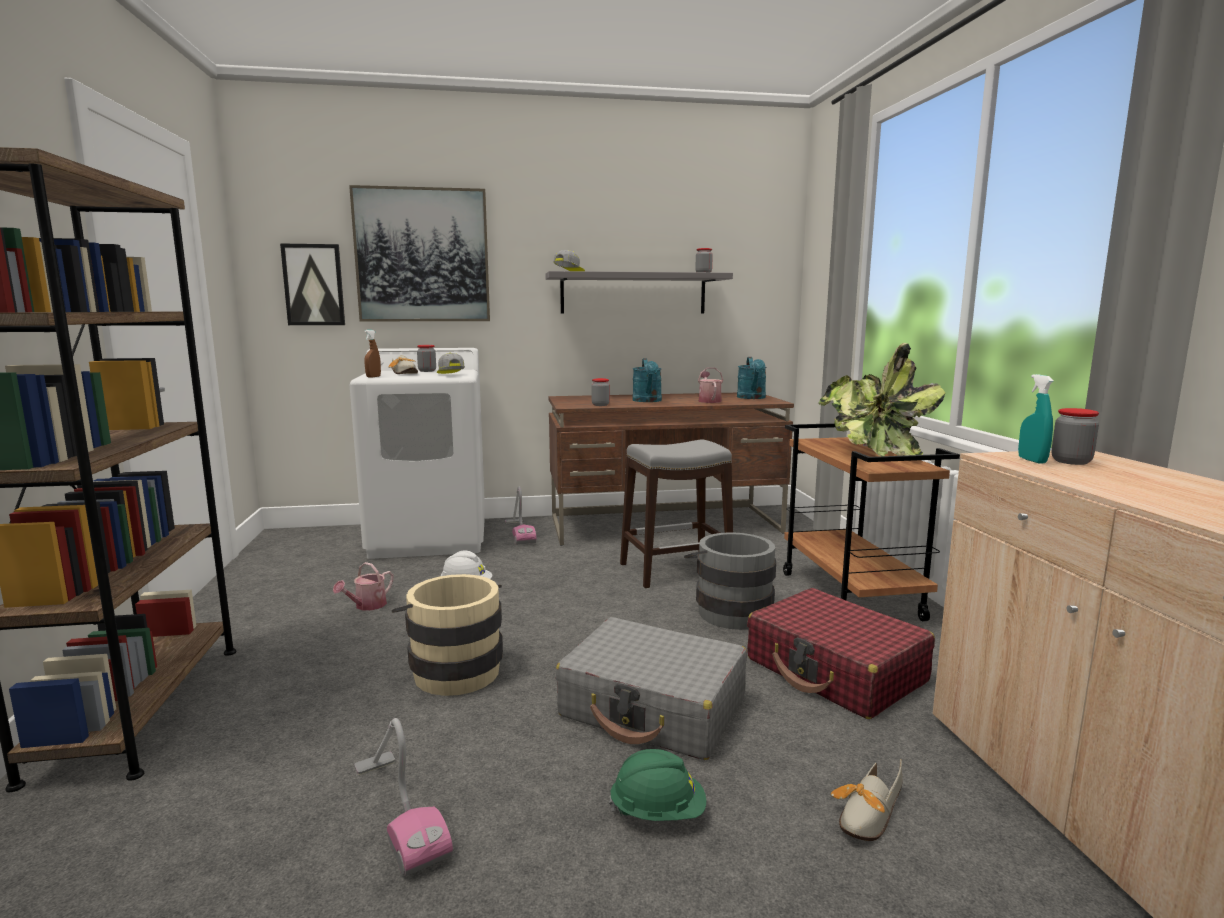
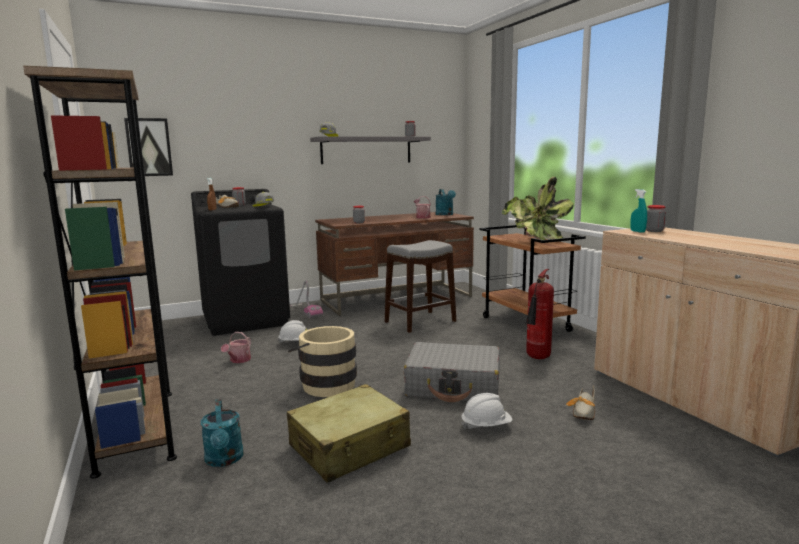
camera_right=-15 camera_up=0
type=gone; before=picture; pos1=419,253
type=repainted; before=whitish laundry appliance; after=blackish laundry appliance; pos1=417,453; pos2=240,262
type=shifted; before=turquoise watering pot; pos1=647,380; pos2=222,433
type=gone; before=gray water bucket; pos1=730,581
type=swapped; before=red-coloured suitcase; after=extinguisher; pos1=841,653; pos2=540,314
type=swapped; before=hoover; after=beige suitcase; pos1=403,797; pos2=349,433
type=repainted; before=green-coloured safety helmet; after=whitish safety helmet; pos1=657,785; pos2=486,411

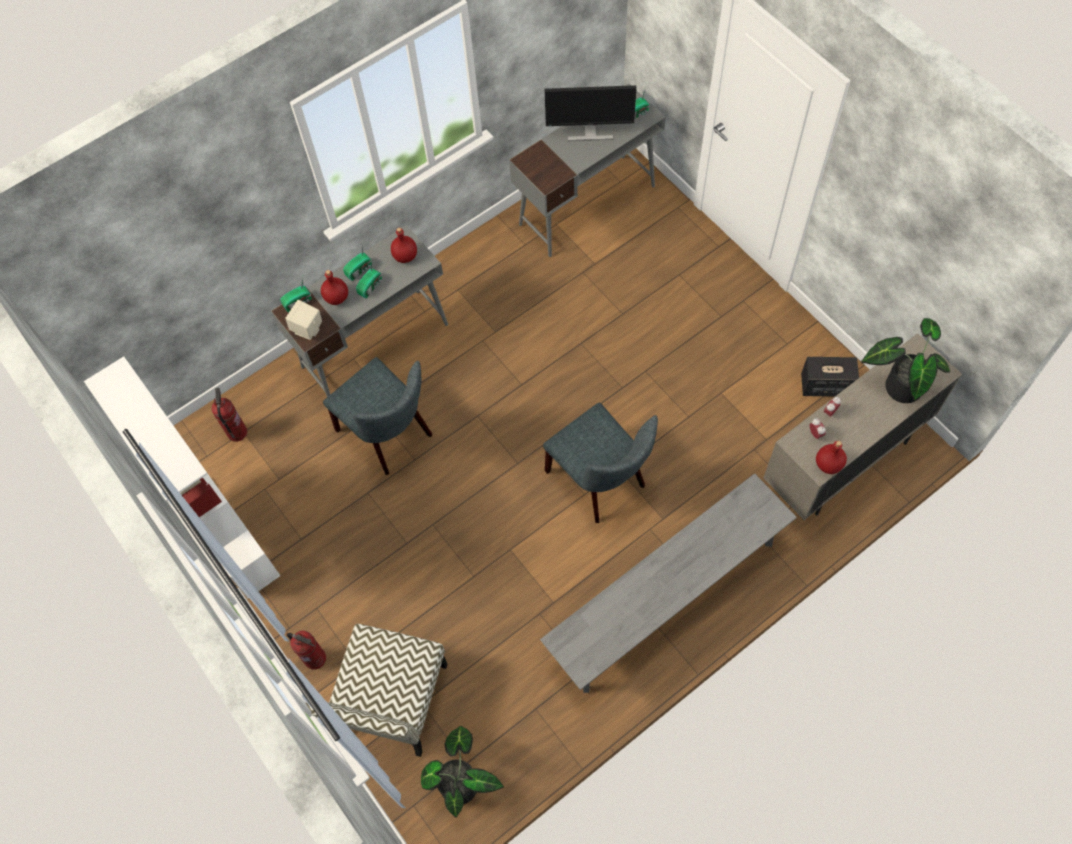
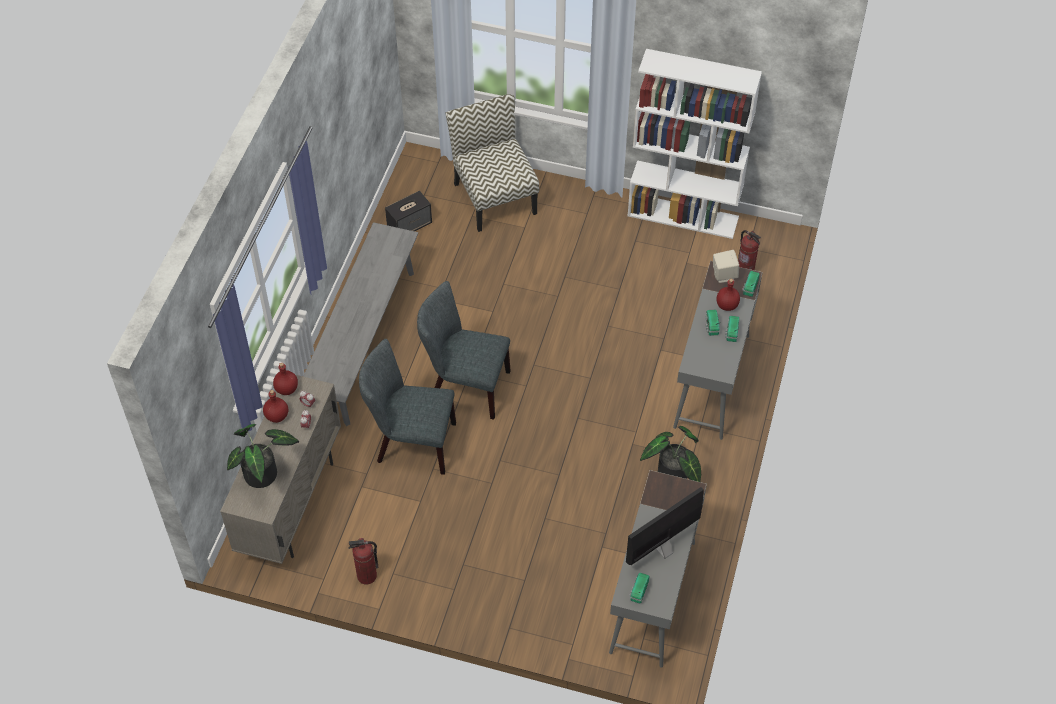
camera_right=140 camera_up=-10
type=shifted; before=red-coloured beverage bottle; pos1=404,245; pos2=275,406
type=shifted; before=gray upright chair; pos1=377,416; pos2=407,407
type=shifted; before=loudspeaker; pos1=830,376; pos2=408,211
type=shifted; before=extinguisher; pos1=306,650; pos2=363,561
type=shifted; before=plant in a pot; pos1=462,772; pos2=670,454

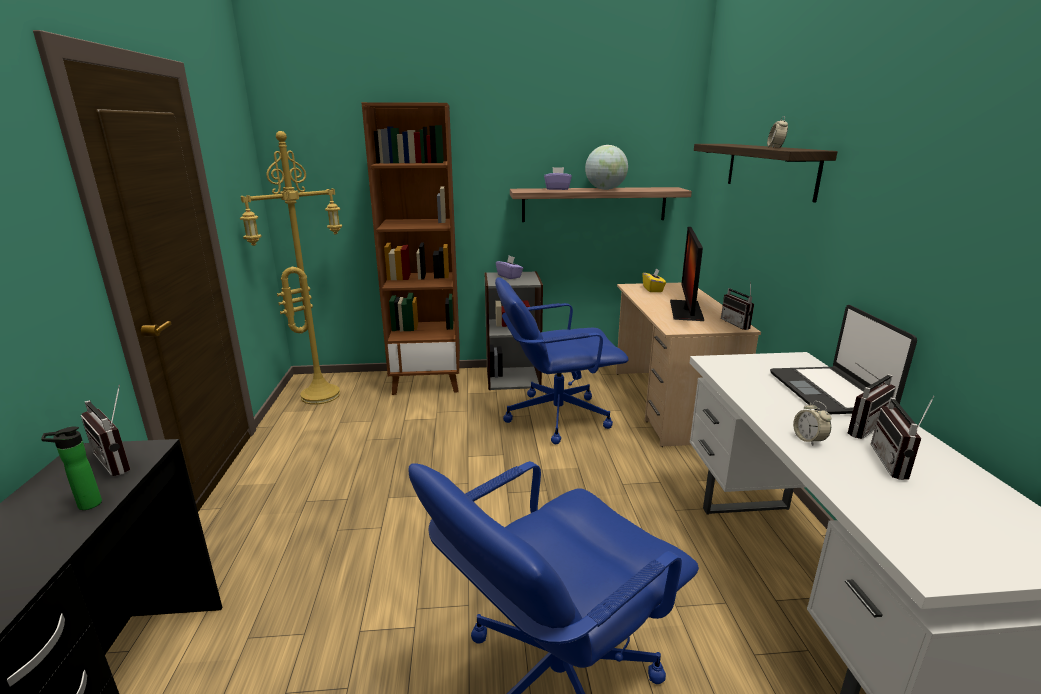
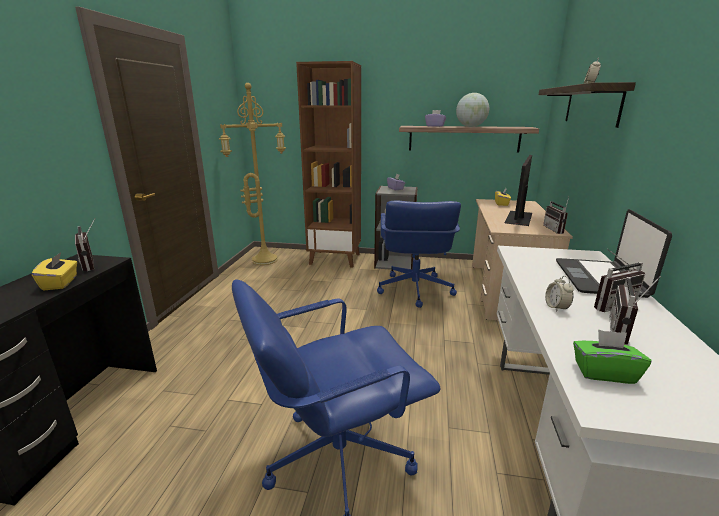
camera_right=15 camera_up=0
type=rotated; before=blue-coloured desk chair; pos1=562,360; pos2=419,254; turn=-90
type=swapped; before=beverage bottle; after=yellow-coloured tissue box; pos1=71,468; pos2=54,271
type=new; after=green-coloured tissue box; pos2=612,357

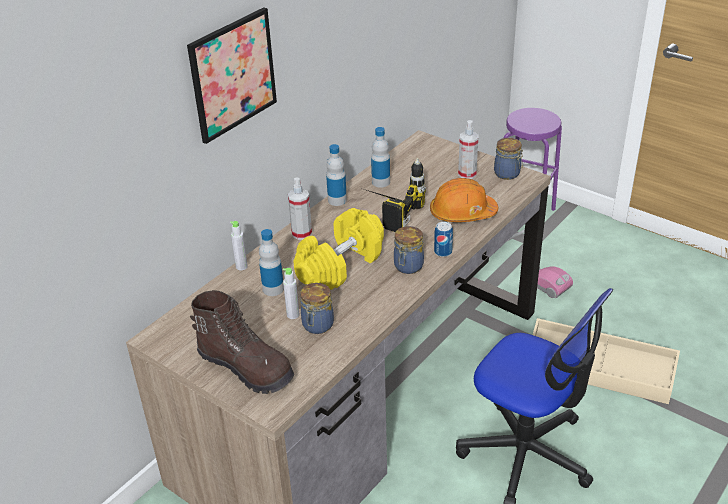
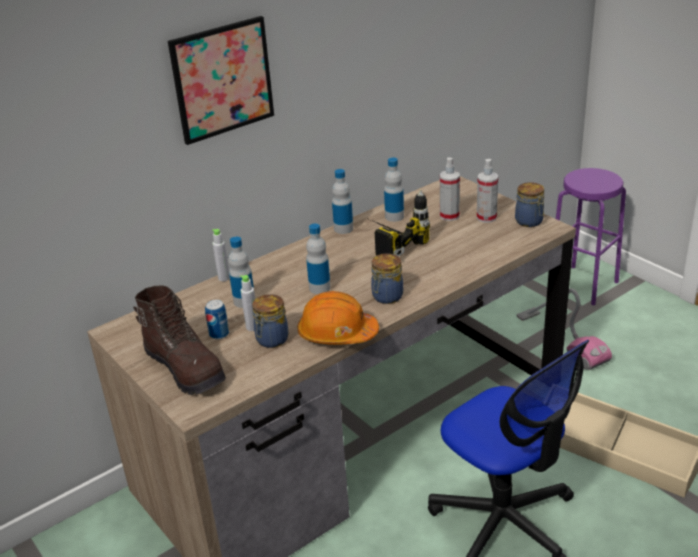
camera_right=15 camera_up=-5
type=shifted; before=spray bottle; pos1=300,208; pos2=450,189
type=shifted; before=orange safety helmet; pos1=464,200; pos2=338,318
type=swapped; before=yellow-coloured hand weight; after=beverage bottle; pos1=338,249; pos2=318,259
type=shifted; before=metal can; pos1=443,239; pos2=217,319

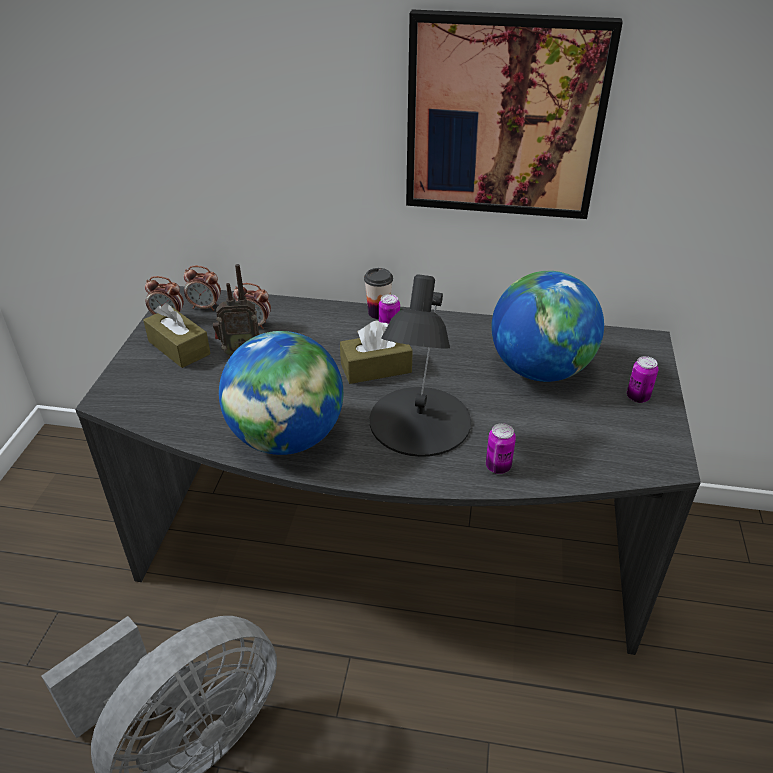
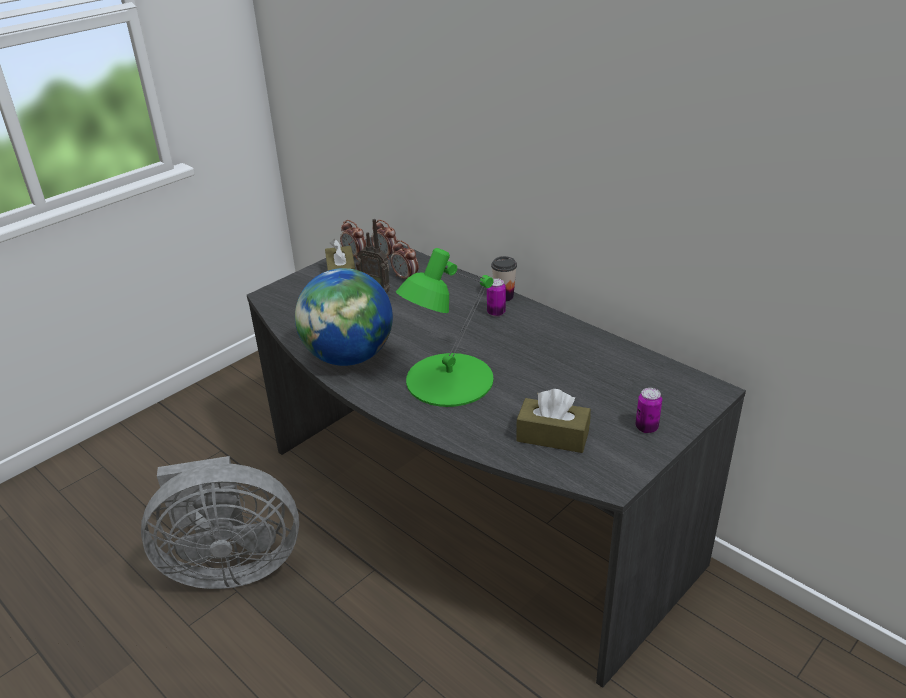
camera_right=35 camera_up=-5
type=gone; before=picture; pos1=514,114
type=gone; before=world globe; pos1=547,326
type=repainted; before=blackish tabletop lamp; after=green-coloured tabletop lamp; pos1=420,365; pos2=445,327
type=shifted; before=brownish tissue box; pos1=376,352; pos2=553,421
type=gone; before=metal can; pos1=501,448

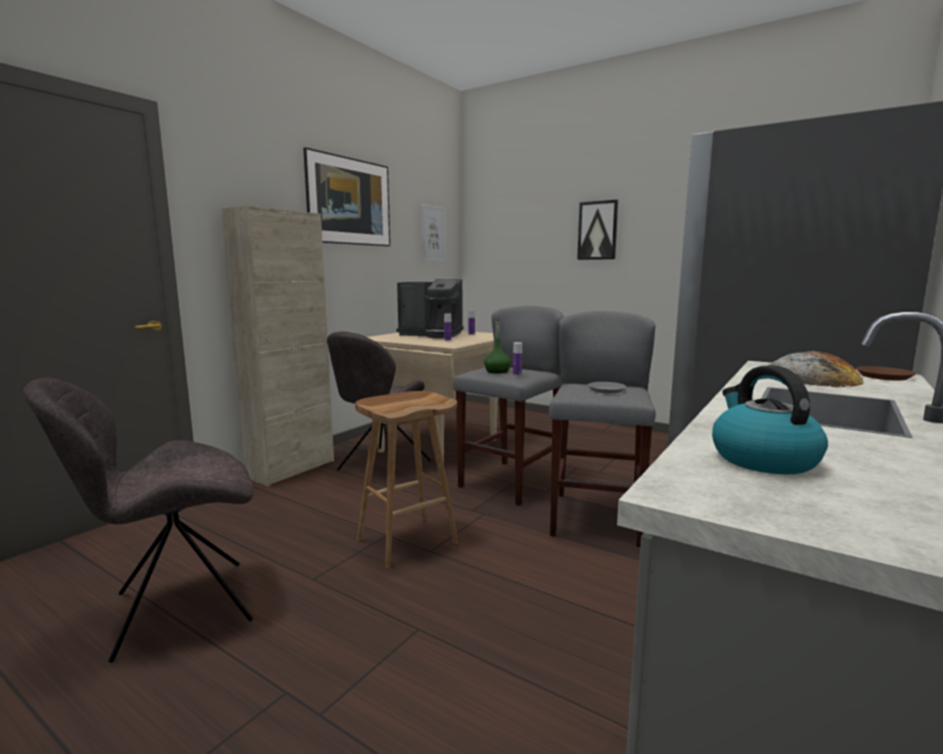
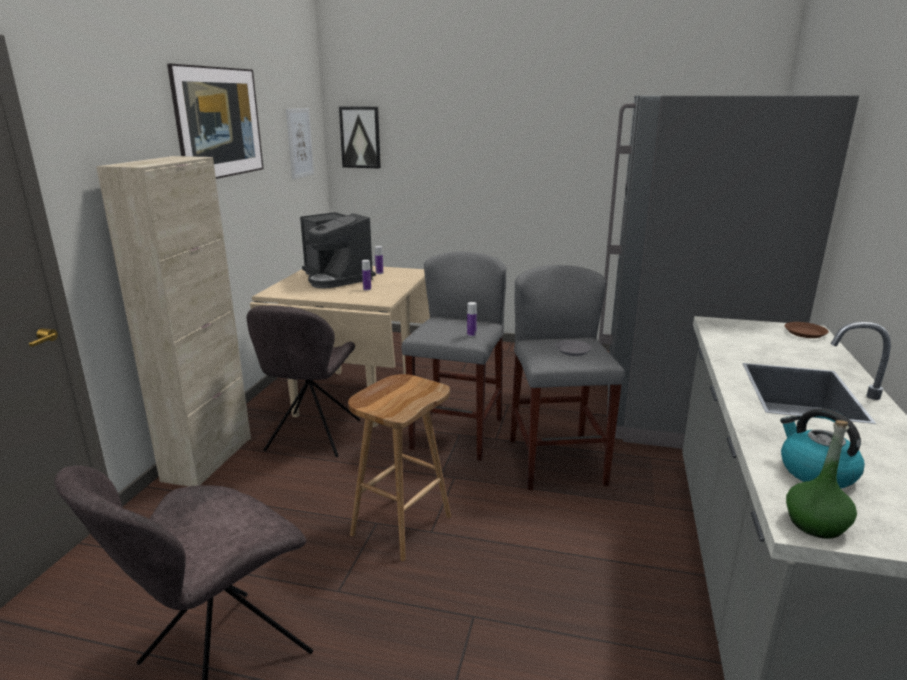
camera_right=-20 camera_up=10
type=shifted; before=picture; pos1=597,230; pos2=360,137
type=rotated; before=coffee brewer; pos1=430,308; pos2=338,250; turn=60
type=shifted; before=green-coloured beverage bottle; pos1=497,346; pos2=821,479
type=gone; before=bakery bread; pos1=815,369

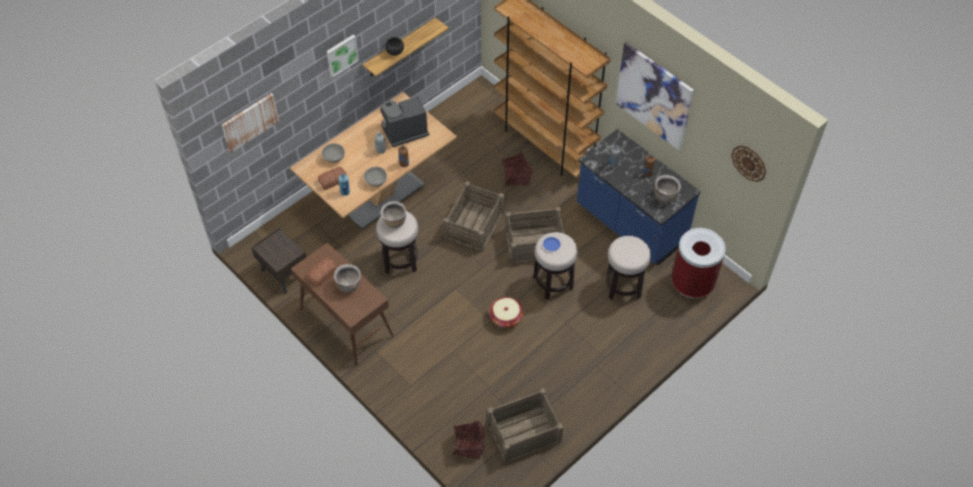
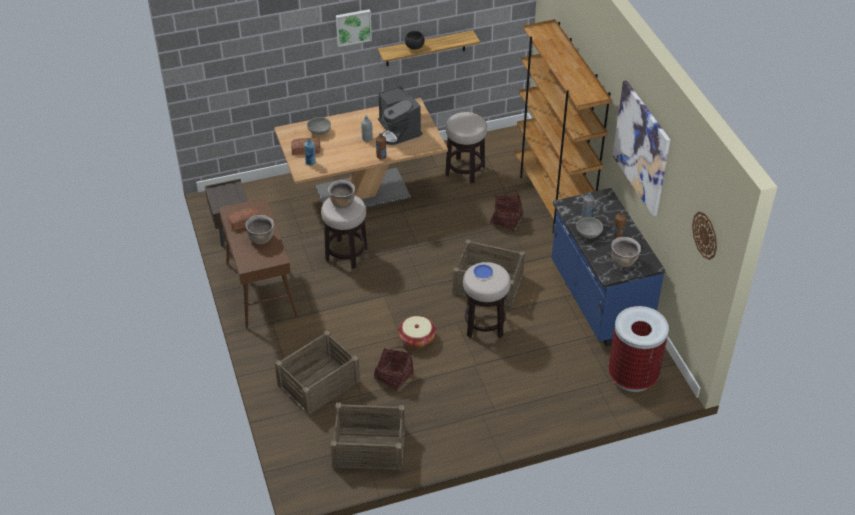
camera_right=25 camera_up=-10
type=gone; before=picture; pos1=250,123
type=rotated; before=coffee brewer; pos1=404,121; pos2=400,115; turn=-120
type=shifted; before=gray deep dish; pos1=375,176; pos2=589,227
type=shifted; before=packing crate; pos1=473,216; pos2=317,373
type=shifted; before=stool seat; pos1=629,268; pos2=466,148
type=shifted; before=storage basket; pos1=469,440; pos2=393,368

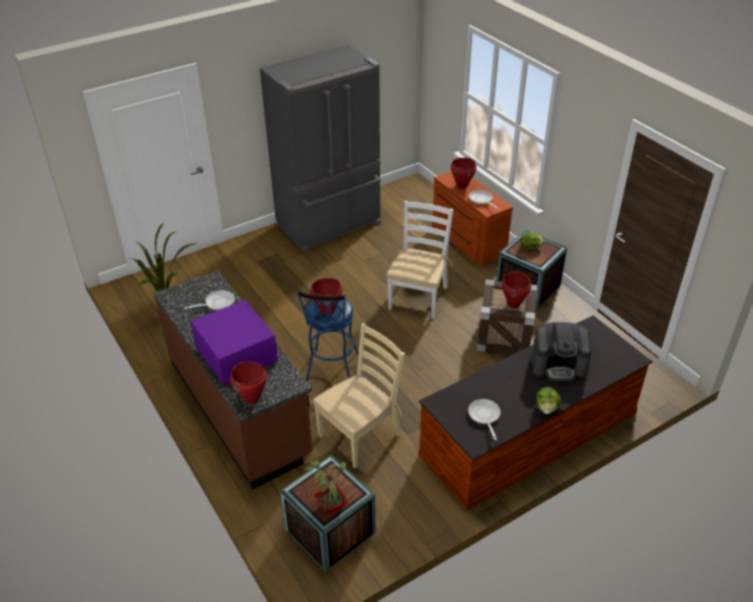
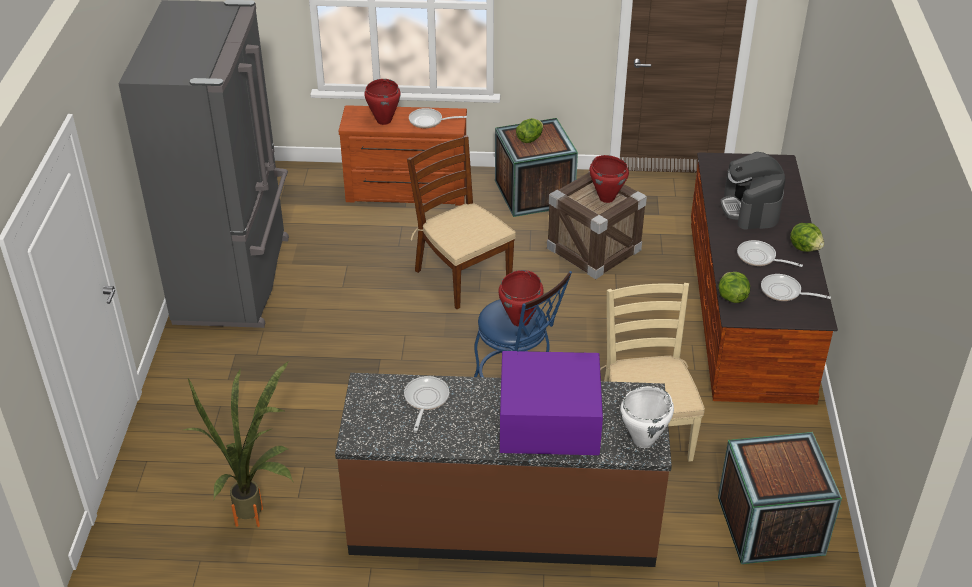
camera_right=-55 camera_up=0
type=repainted; before=whitish upright chair; after=brownish upright chair; pos1=420,260; pos2=461,222
type=rotated; before=coffee brewer; pos1=561,351; pos2=752,191; turn=135
type=repainted; before=red-coloured stockpot; after=whitish stockpot; pos1=248,382; pos2=647,417
type=gone; before=plant in a pot; pos1=326,487
type=new; after=frying pan; pos2=770,253
type=new; after=lettuce head; pos2=734,287

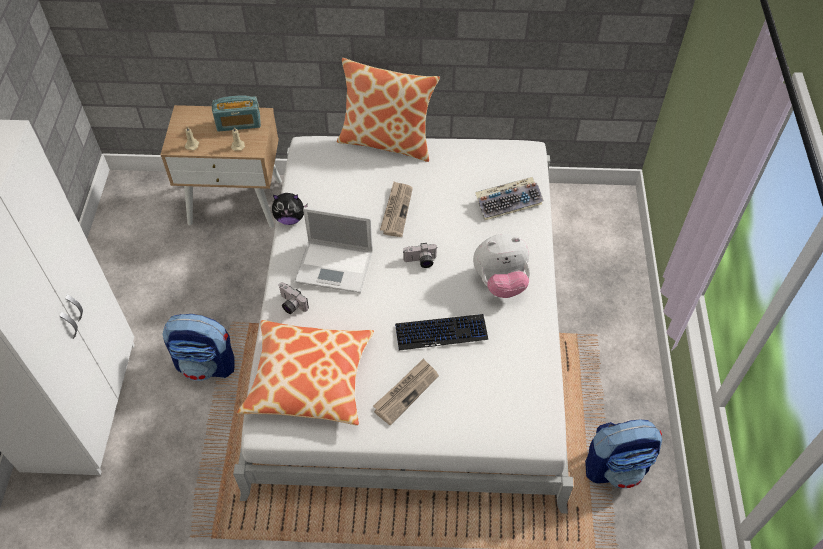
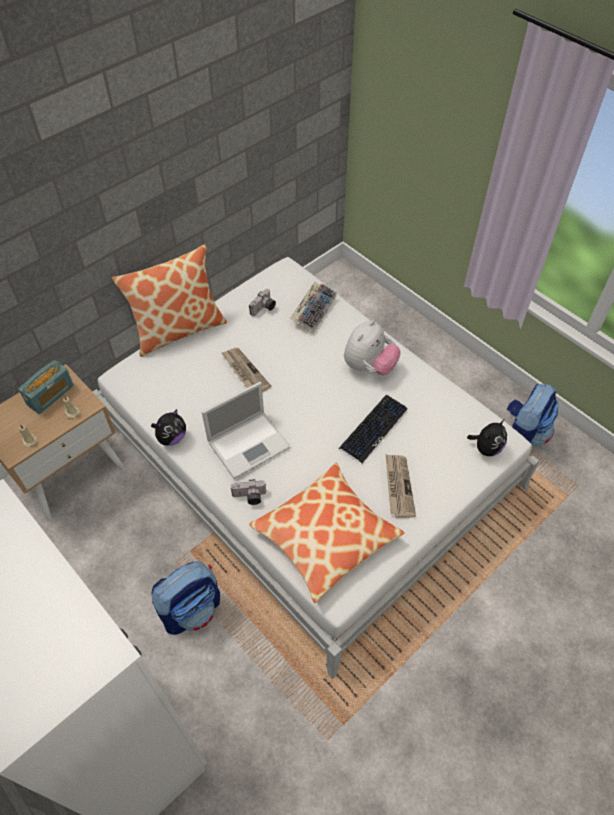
camera_right=-45 camera_up=0
type=shifted; before=still camera; pos1=420,255; pos2=262,302
type=new; after=plush toy; pos2=487,437

